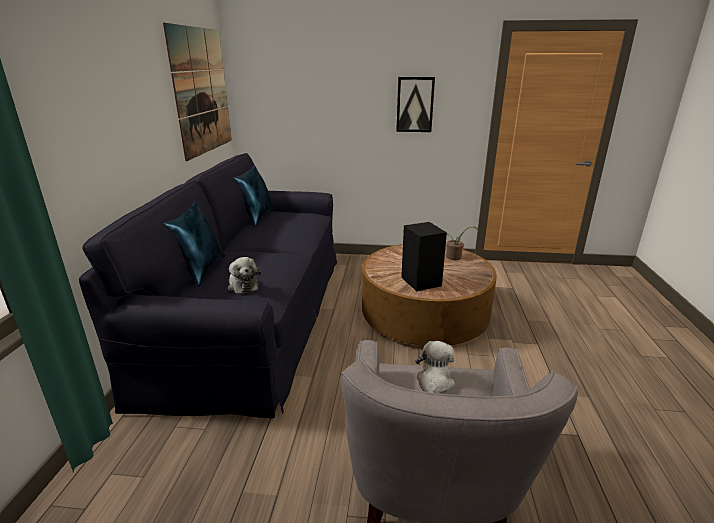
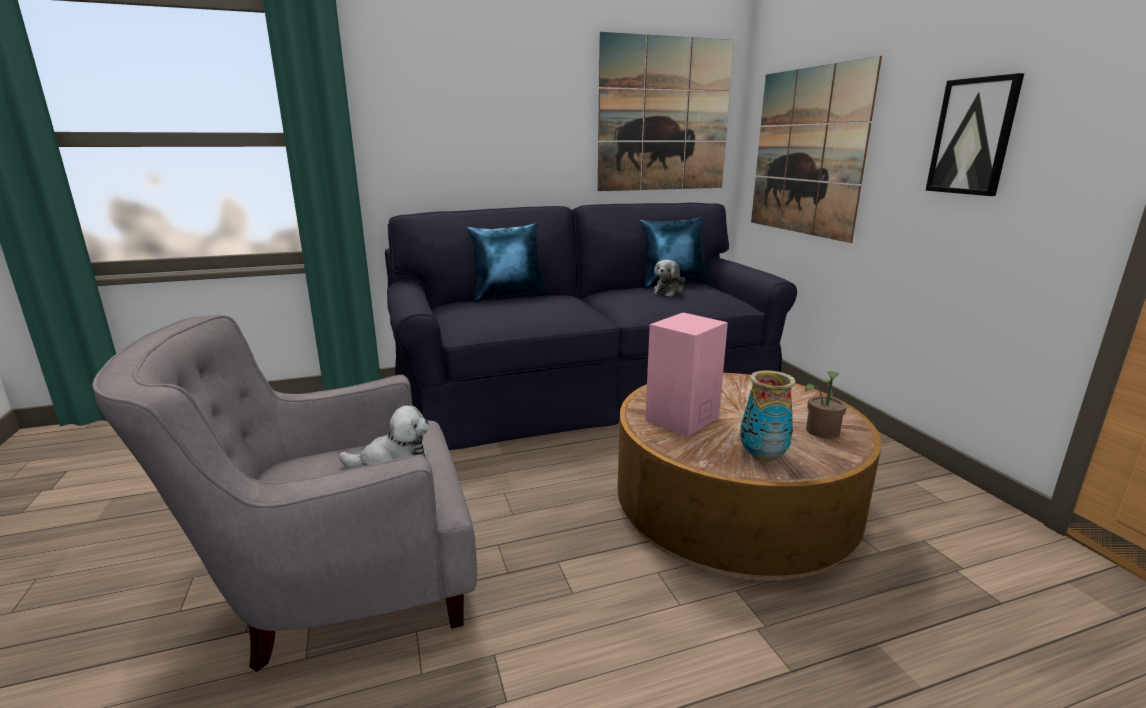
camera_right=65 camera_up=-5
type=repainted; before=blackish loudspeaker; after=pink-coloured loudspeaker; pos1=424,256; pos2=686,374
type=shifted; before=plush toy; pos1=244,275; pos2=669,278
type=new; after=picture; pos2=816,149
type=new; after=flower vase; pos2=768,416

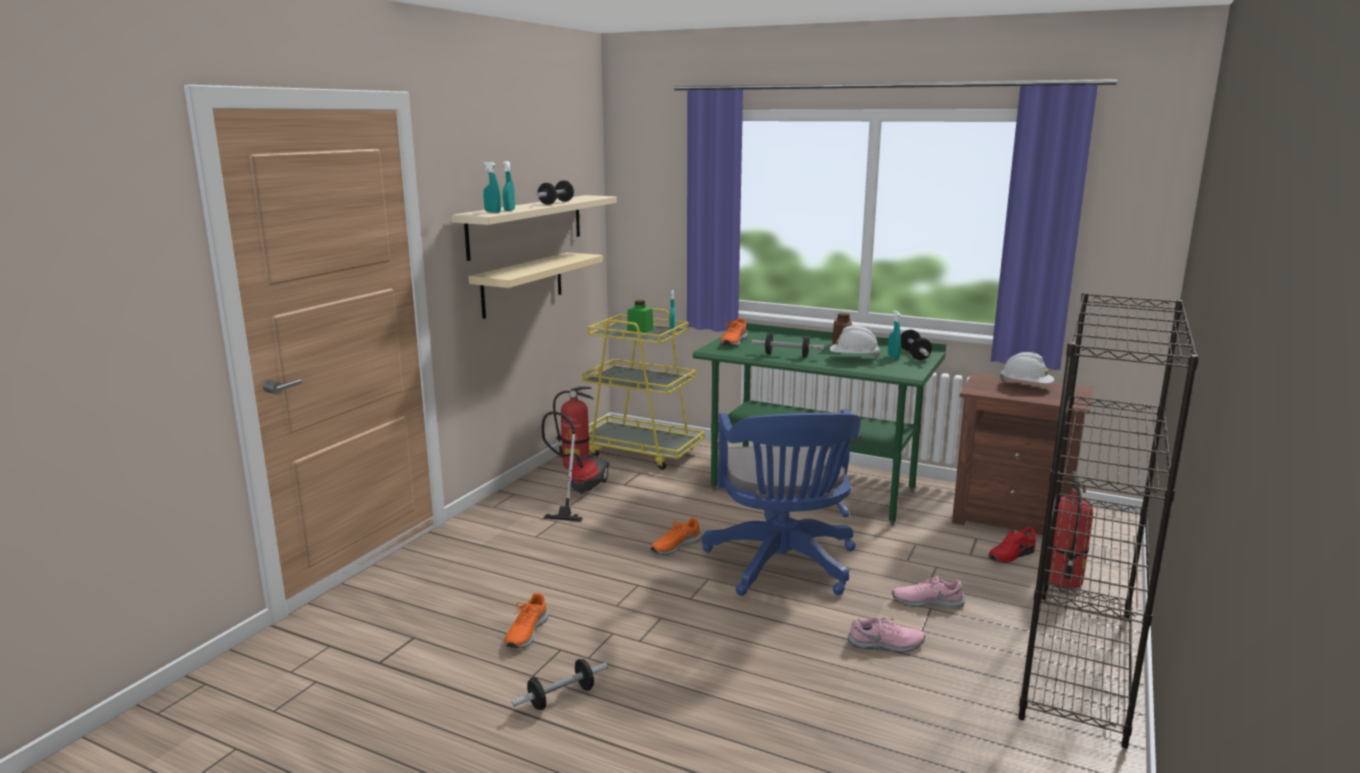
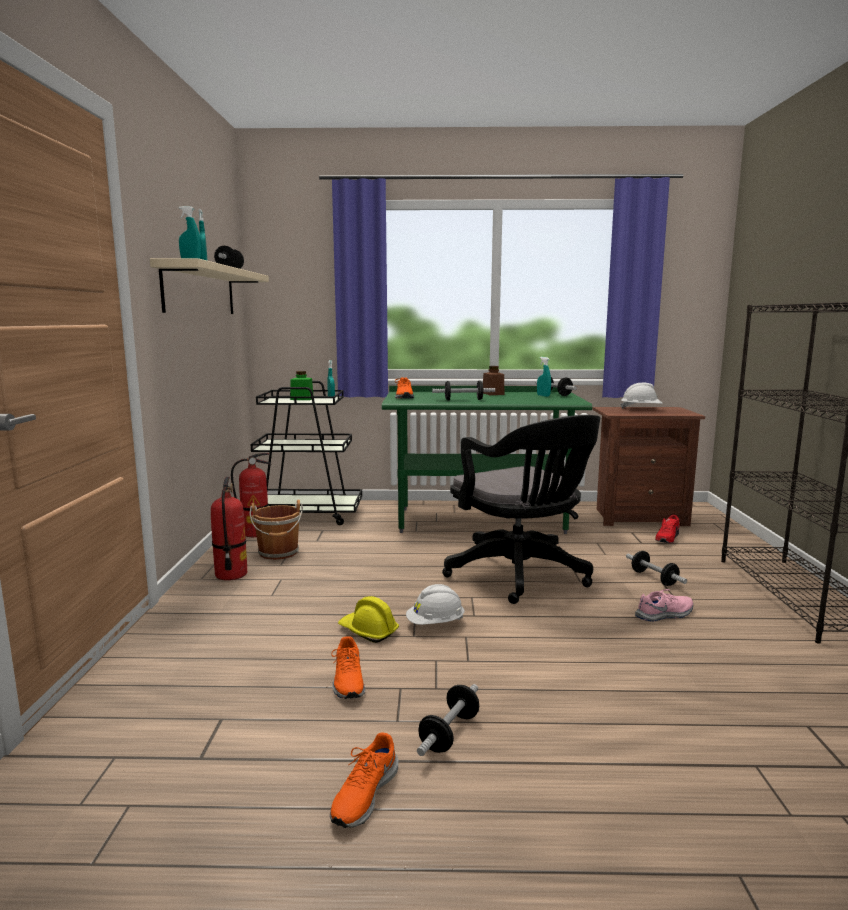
camera_right=-25 camera_up=-5
type=gone; before=beige wall shelf; pos1=536,285
type=repainted; before=yellow-coloured wheeled cart; after=blackish wheeled cart; pos1=643,389; pos2=306,453
type=shifted; before=whitish safety helmet; pos1=855,342; pos2=435,604
type=repainted; before=blue-coloured desk chair; after=blackish desk chair; pos1=781,503; pos2=521,509
type=swapped; before=hoover; after=brownish water bucket; pos1=576,467; pos2=276,530
type=shifted; before=extinguisher; pos1=1070,530; pos2=229,528
type=shifted; before=orange low shoe; pos1=676,536; pos2=364,780
type=swapped; before=pink-coloured low shoe; after=hand weight; pos1=928,592; pos2=656,568
type=new; after=yellow-coloured safety helmet; pos2=368,619

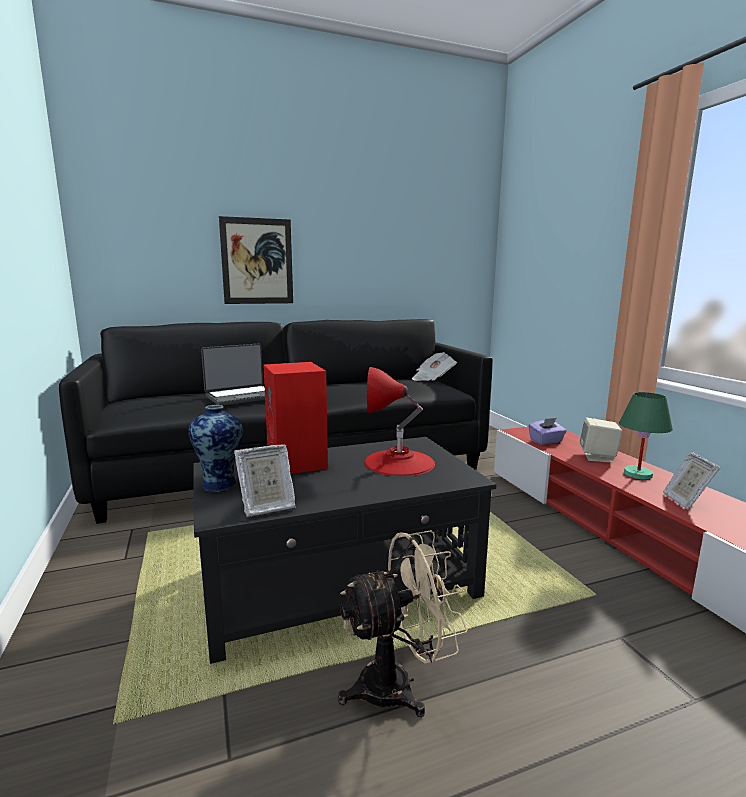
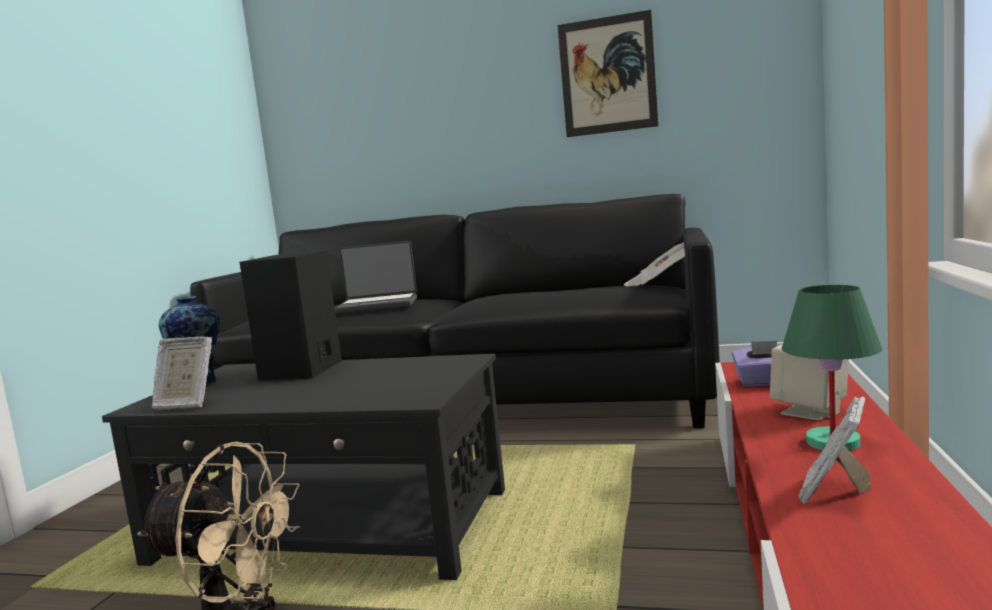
camera_right=35 camera_up=-5
type=shifted; before=picture; pos1=256,260; pos2=607,73
type=repainted; before=red-coloured loudspeaker; after=blackish loudspeaker; pos1=295,418; pos2=290,315
type=gone; before=red-coloured tabletop lamp; pos1=399,421

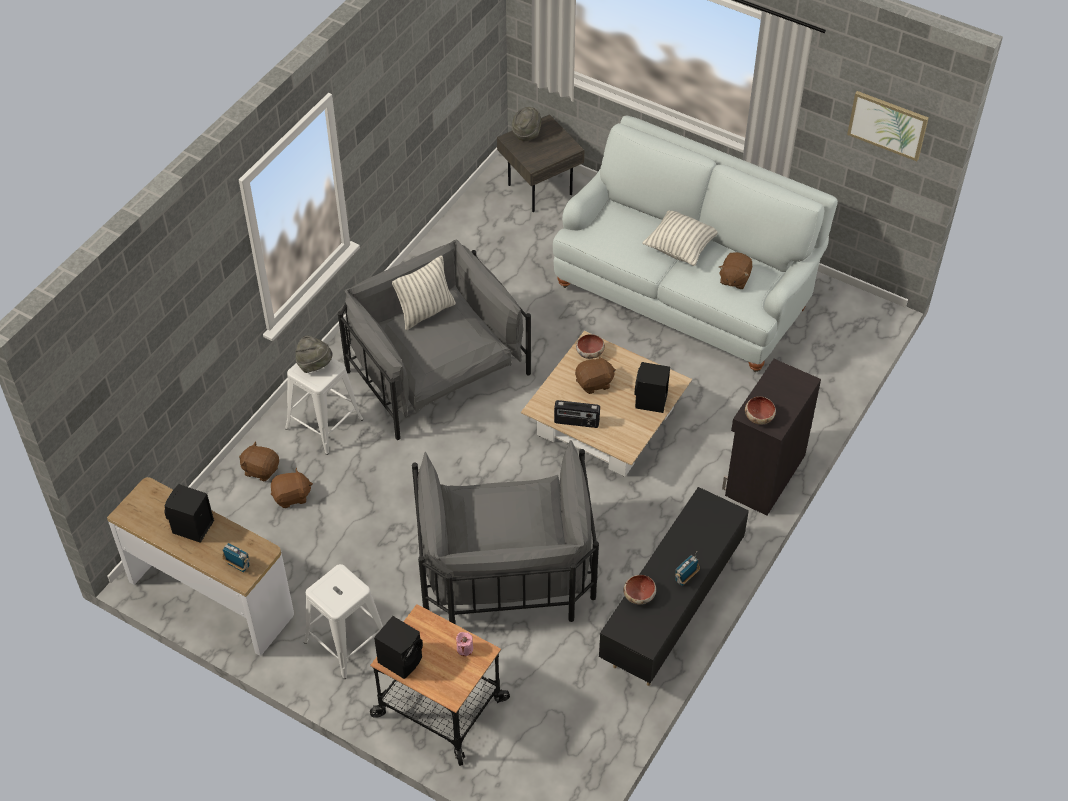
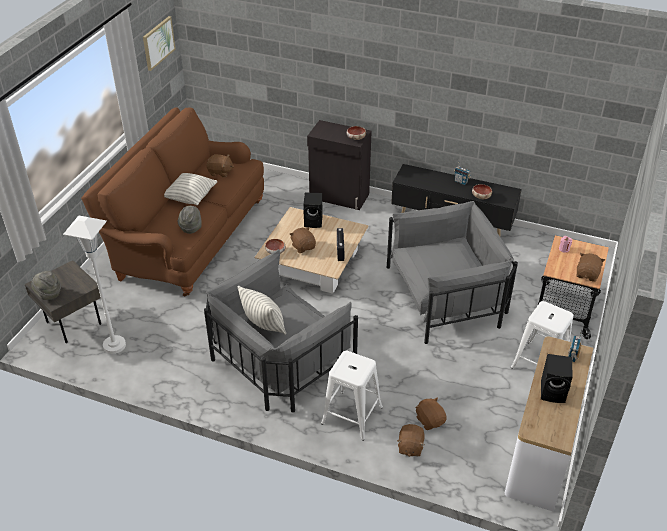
camera_right=-100 camera_up=-10
type=repainted; before=whitish settee; after=brownish settee; pos1=695,244; pos2=172,202
type=shifted; before=gray wearable hat; pos1=314,354; pos2=190,220
type=swapped; before=blackish loudspeaker; after=brownish plush toy; pos1=398,647; pos2=591,267
type=new; after=whitish standing lamp; pos2=94,284

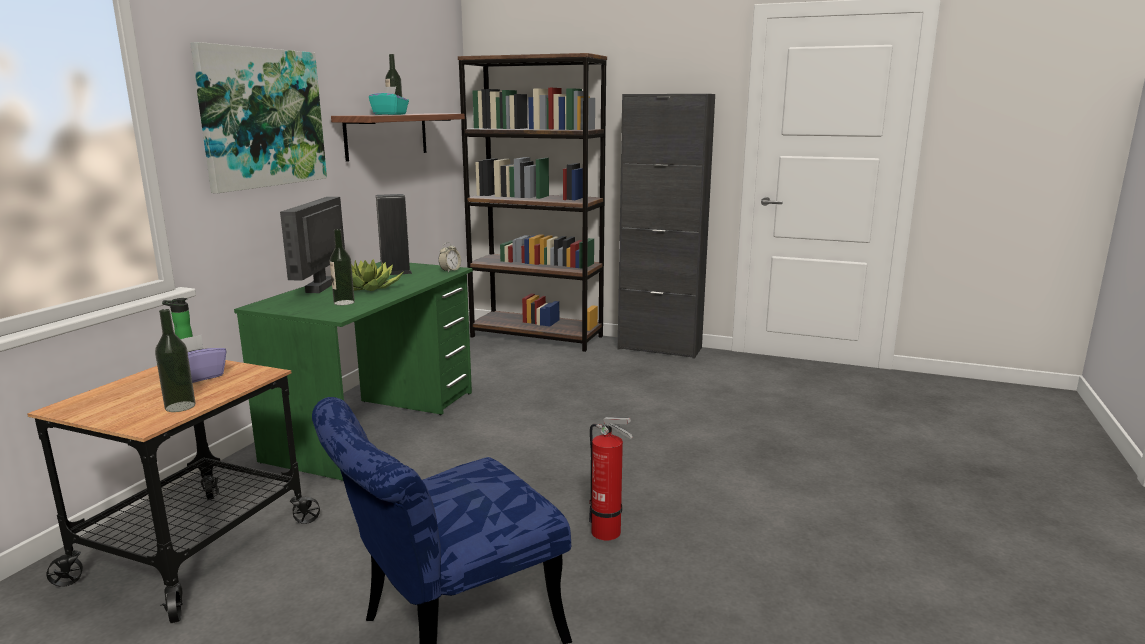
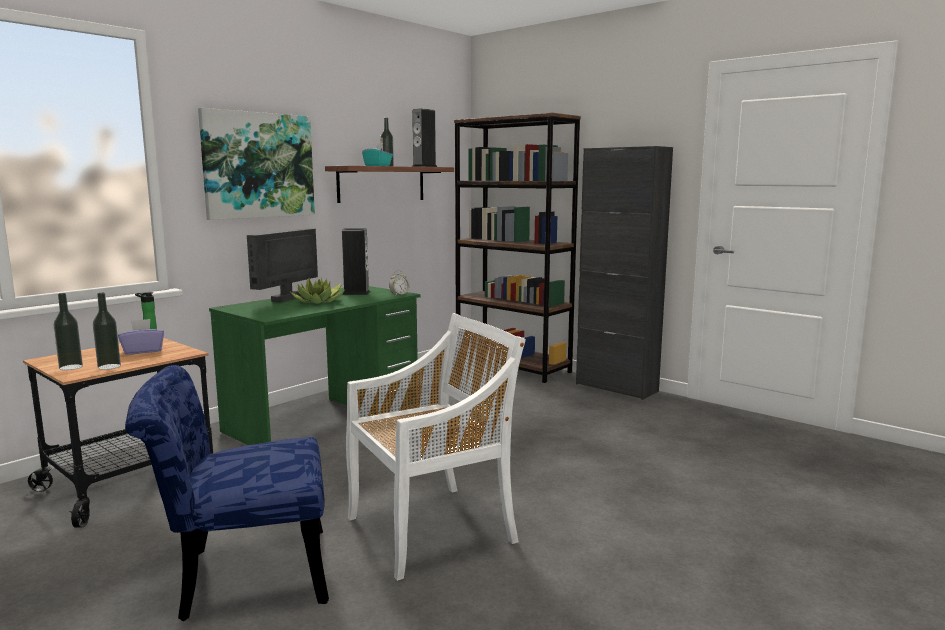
camera_right=20 camera_up=-5
type=shifted; before=beverage bottle; pos1=342,267; pos2=68,331
type=swapped; before=extinguisher; after=whitish upright chair; pos1=611,479; pos2=436,447
type=new; after=loudspeaker; pos2=424,137

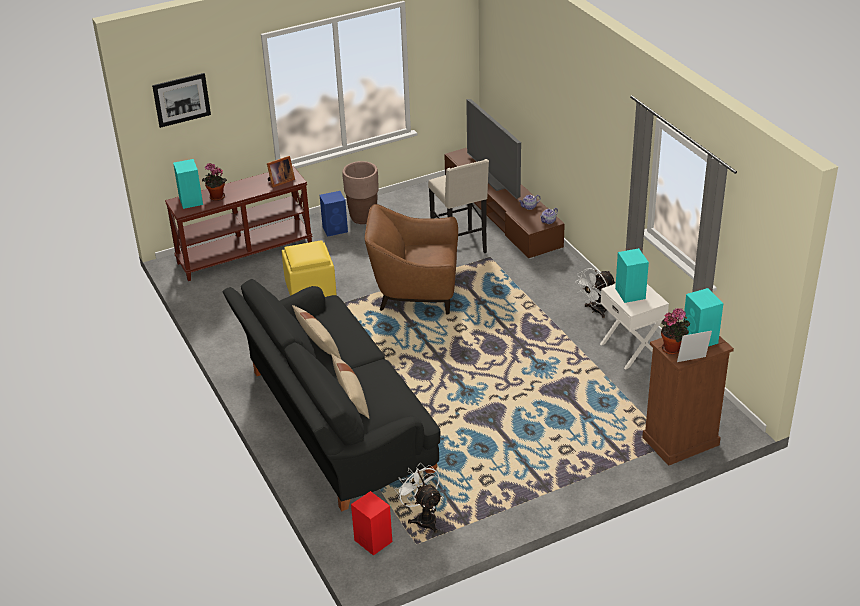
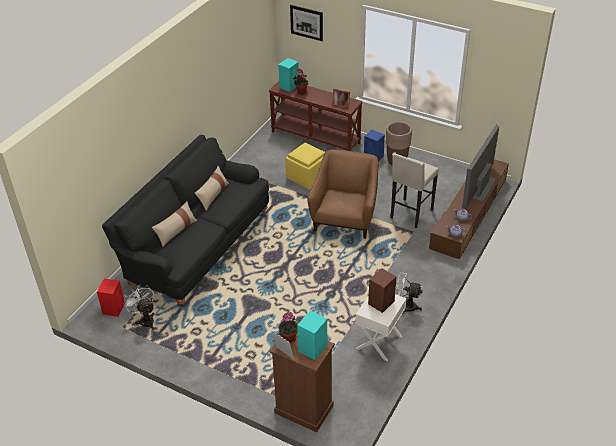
camera_right=55 camera_up=5
type=rotated; before=brownish easy chair; pos1=411,259; pos2=342,194; turn=45
type=repainted; before=turquoise loudspeaker; after=brownish loudspeaker; pos1=632,275; pos2=382,290
type=rotated; before=whitish electric fan; pos1=418,498; pos2=139,307; turn=-60

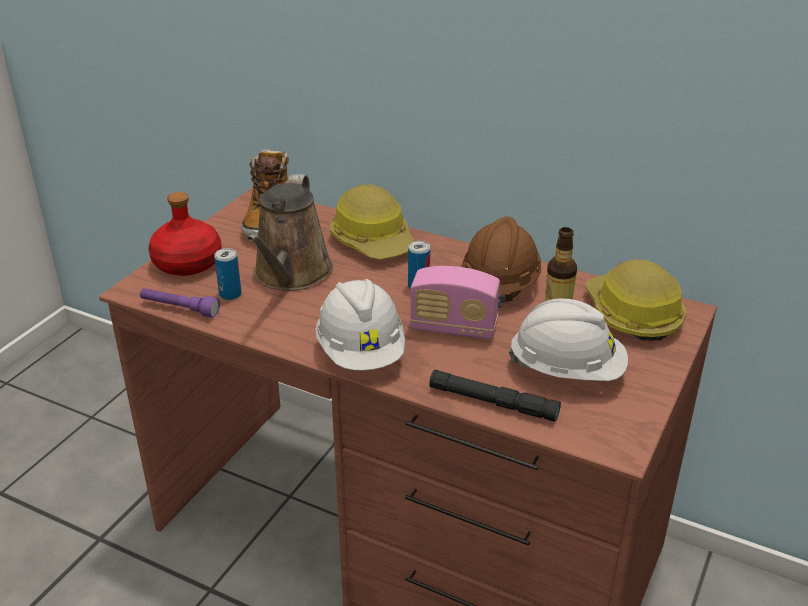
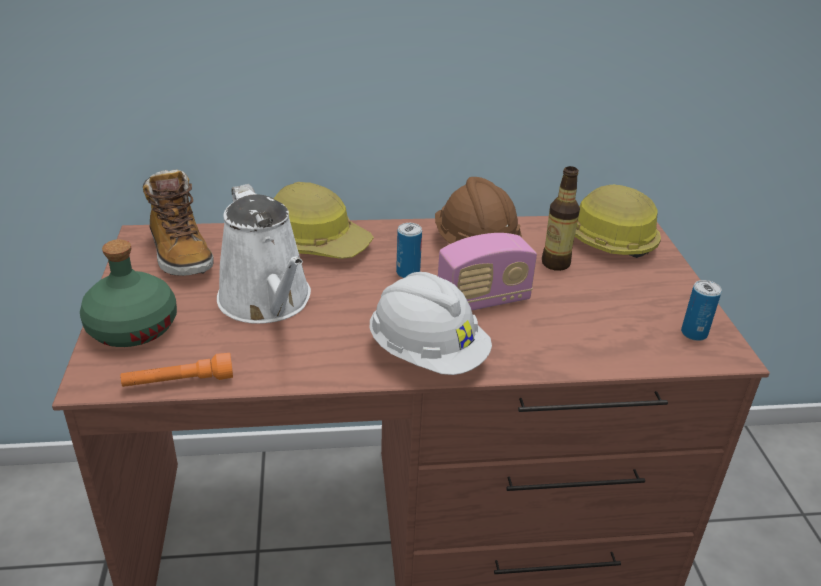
camera_right=-35 camera_up=0
type=repainted; before=brownish watering pot; after=whitish watering pot; pos1=290,232; pos2=264,254
type=repainted; before=red-coloured beverage bottle; after=green-coloured beverage bottle; pos1=185,234; pos2=128,293
type=shifted; before=metal can; pos1=228,274; pos2=701,310
type=repainted; before=purple torch; after=orange torch; pos1=180,303; pos2=177,370
type=gone; before=whitish safety helmet; pos1=568,339
type=gone; before=blackish torch; pos1=495,396

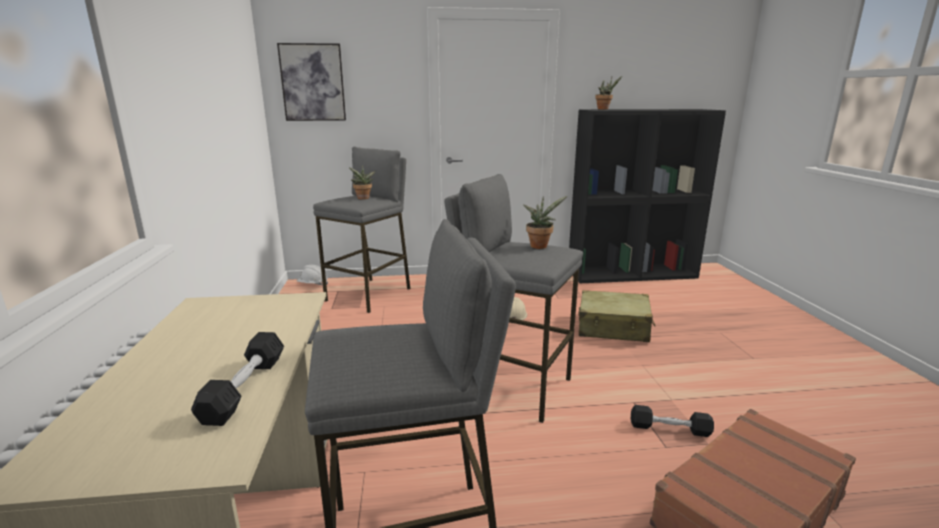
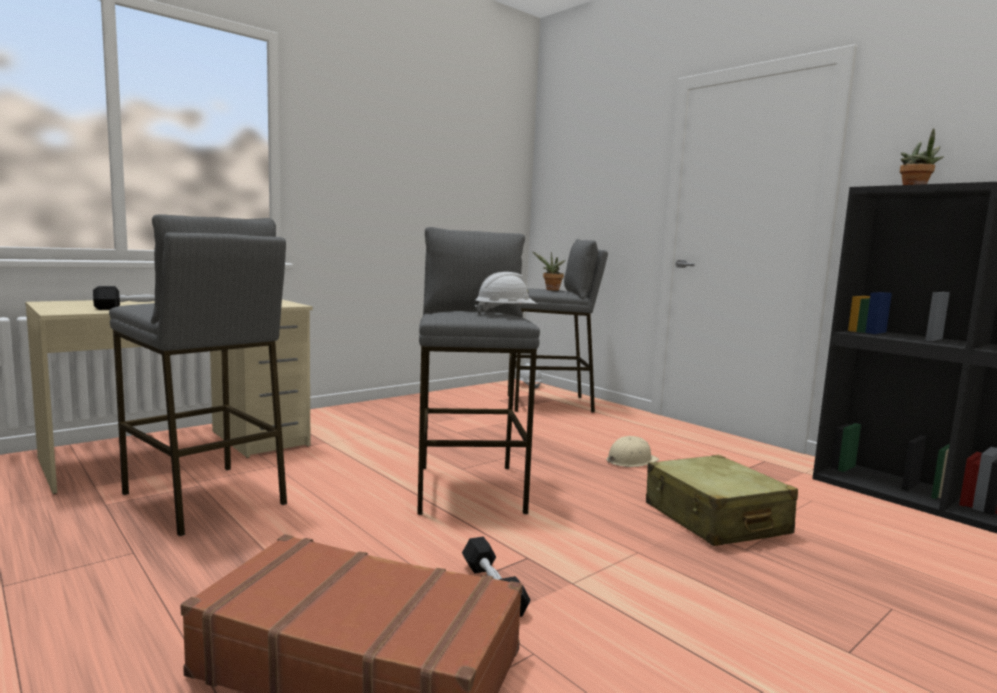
camera_right=55 camera_up=-10
type=gone; before=picture; pos1=311,82
type=swapped; before=plant in a pot; after=whitish safety helmet; pos1=545,222; pos2=506,293

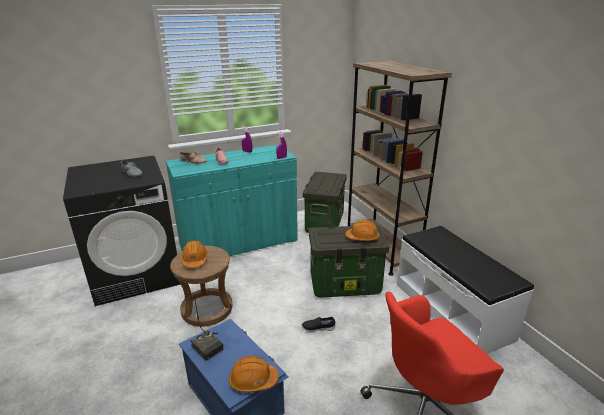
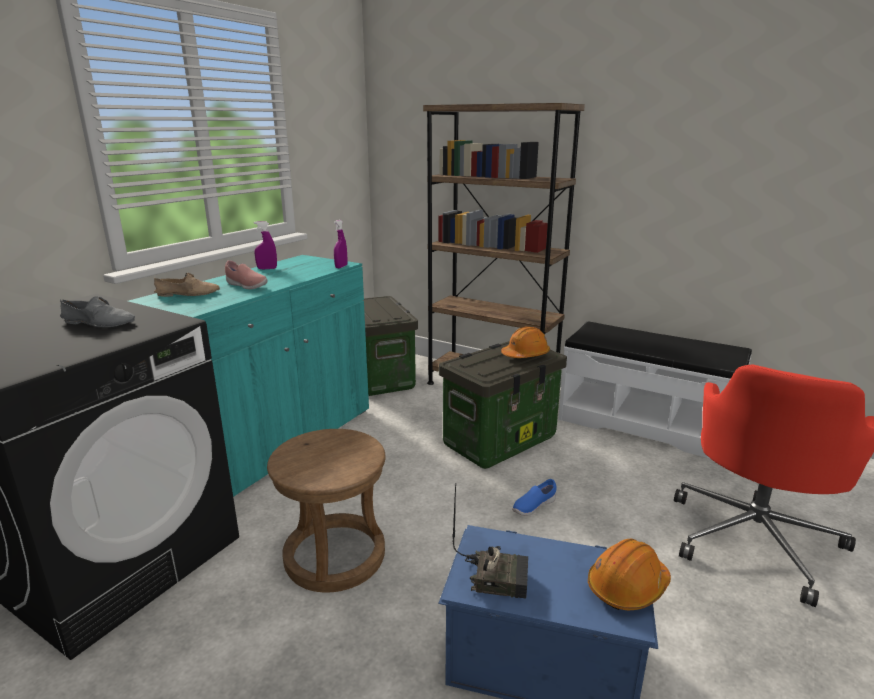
camera_right=-35 camera_up=-5
type=gone; before=orange safety helmet; pos1=194,254
type=repainted; before=blackish low shoe; after=blue-coloured low shoe; pos1=318,324; pos2=534,497

